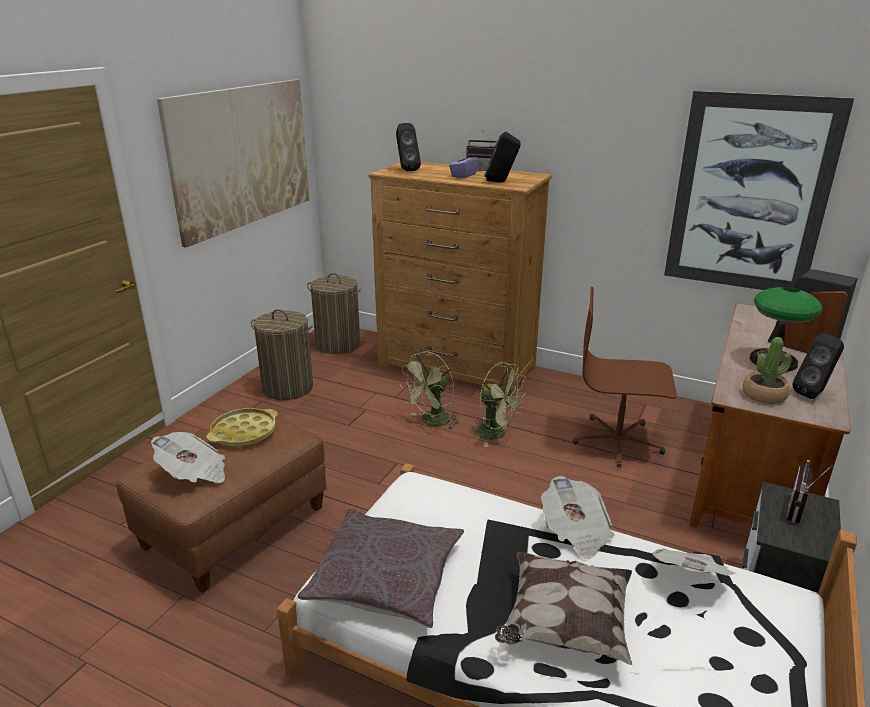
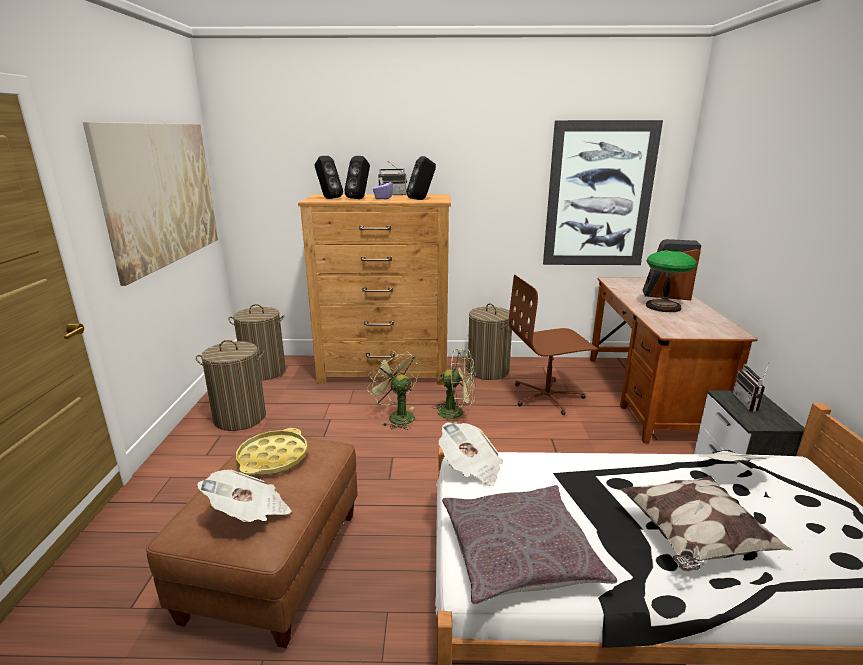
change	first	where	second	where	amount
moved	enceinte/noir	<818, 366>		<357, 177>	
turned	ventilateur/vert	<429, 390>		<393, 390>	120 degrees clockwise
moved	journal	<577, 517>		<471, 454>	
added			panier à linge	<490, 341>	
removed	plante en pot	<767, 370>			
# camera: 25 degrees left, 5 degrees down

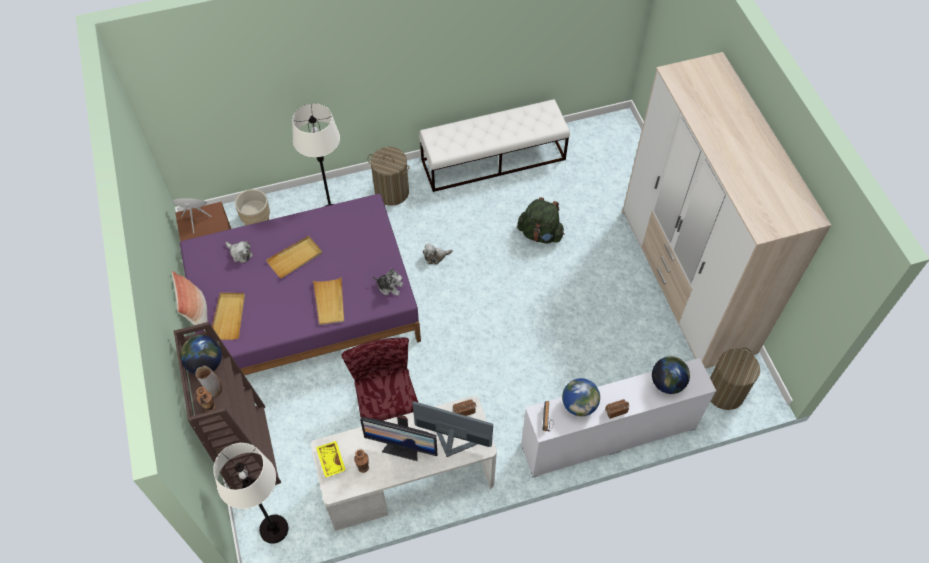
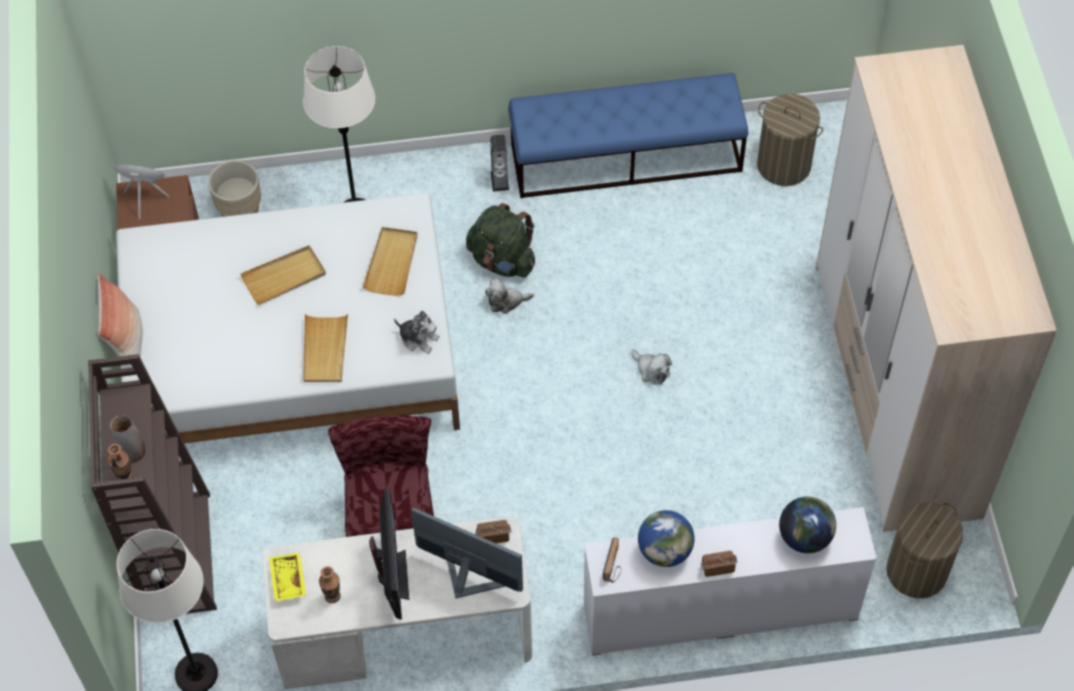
change	first	where	second	where	amount
recoloured	lit/violet	<300, 284>	lit/blanc	<288, 318>	
moved	plateau/beige	<228, 316>		<390, 261>	
turned	écran d'ordinateur	<399, 438>		<389, 553>	120 degrees counterclockwise
moved	sac à dos/vert	<540, 220>		<500, 240>	
added			enceinte	<499, 163>	
recoloured	banc/blanc	<494, 145>	banc/bleu	<628, 135>	
moved	peluche	<239, 252>		<651, 366>	
moved	panier à linge	<388, 176>		<790, 140>	
removed	globe	<201, 354>			
# camera: 10 degrees right, 0 degrees up

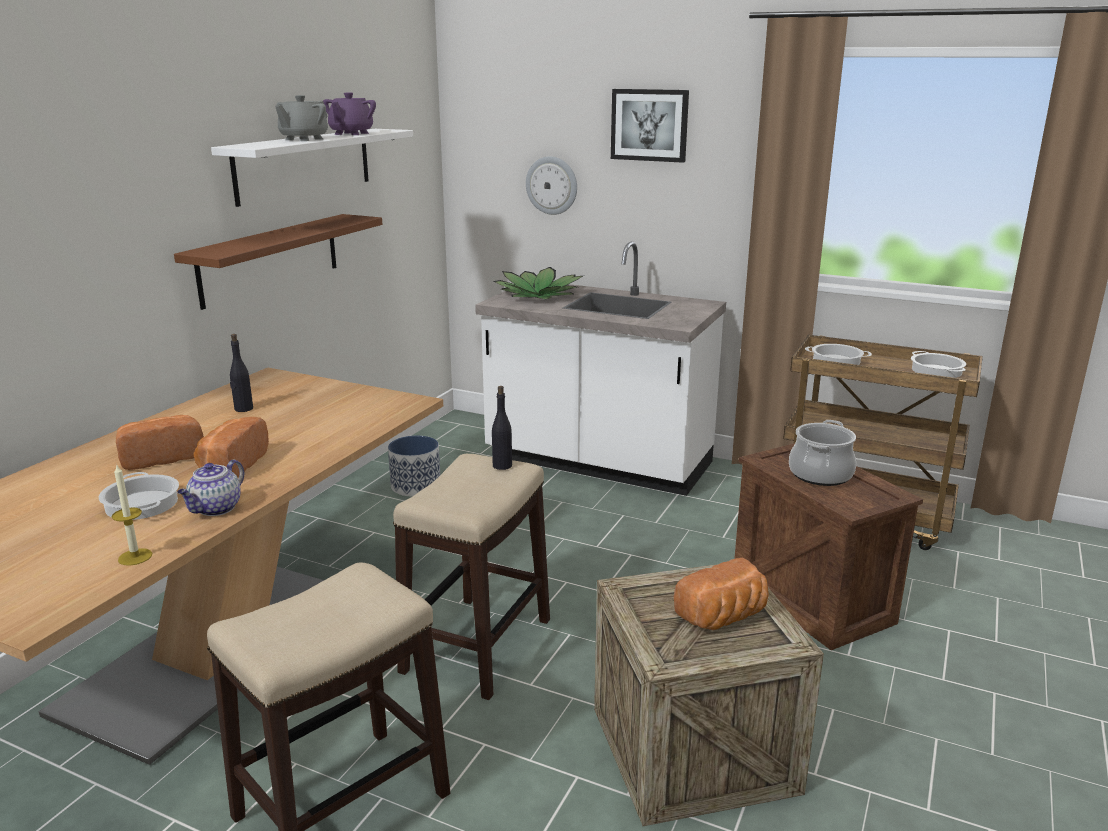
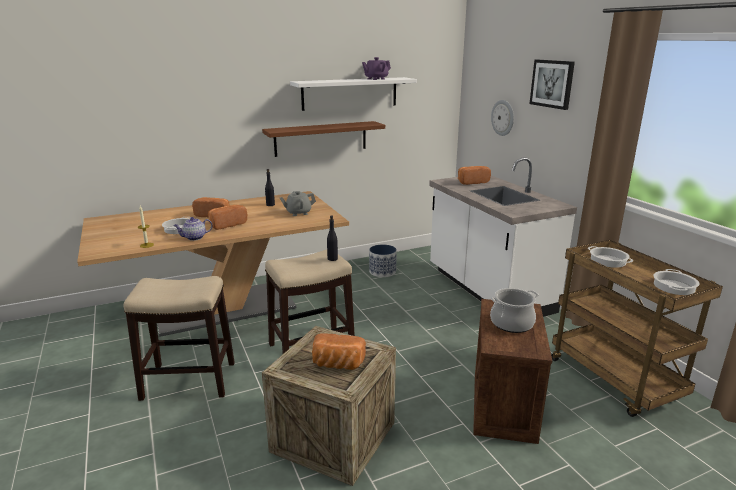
change	first	where	second	where	amount
moved	théière/gris	<301, 118>		<298, 203>	
replaced	plante en pot	<538, 283>	pain	<474, 175>	
# camera: 40 degrees right, 0 degrees up

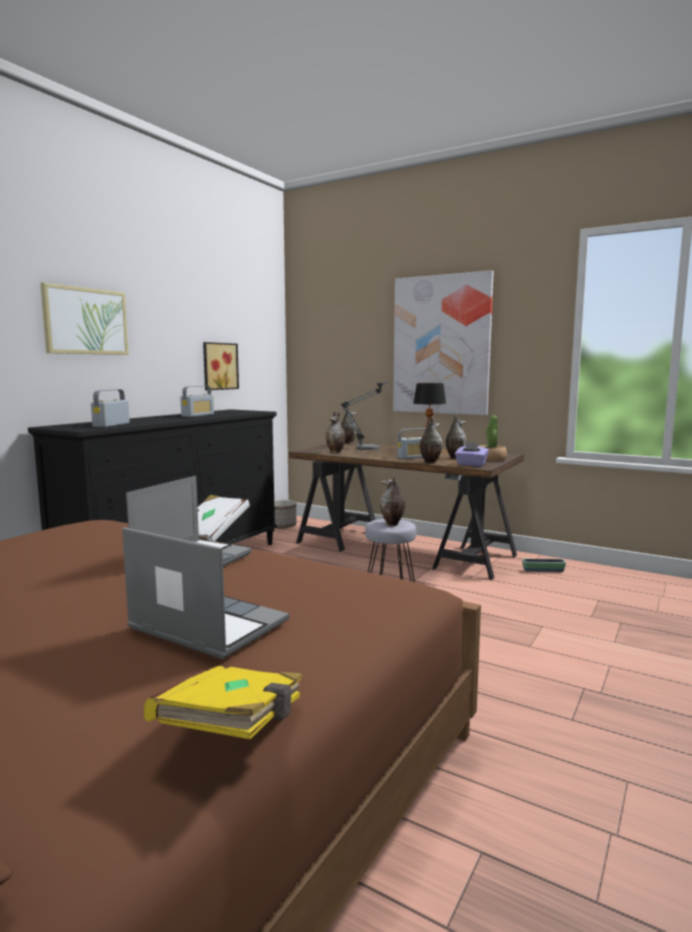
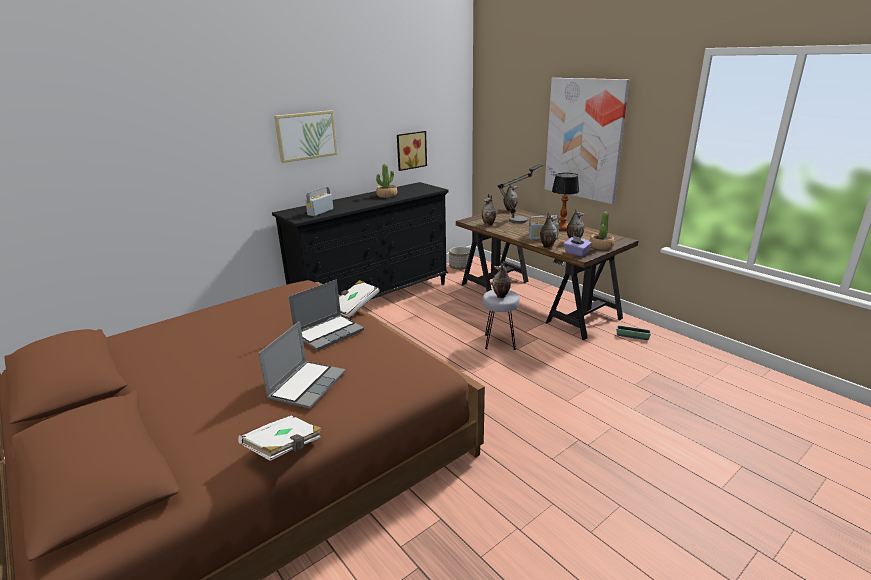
change	first	where	second	where	amount
recoloured	livre/jaune	<223, 702>	livre/blanc	<280, 438>	
turned	ordinateur portable	<205, 593>		<301, 365>	60 degrees clockwise
replaced	radio	<197, 401>	plante en pot	<386, 181>	
# camera: 20 degrees right, 15 degrees up

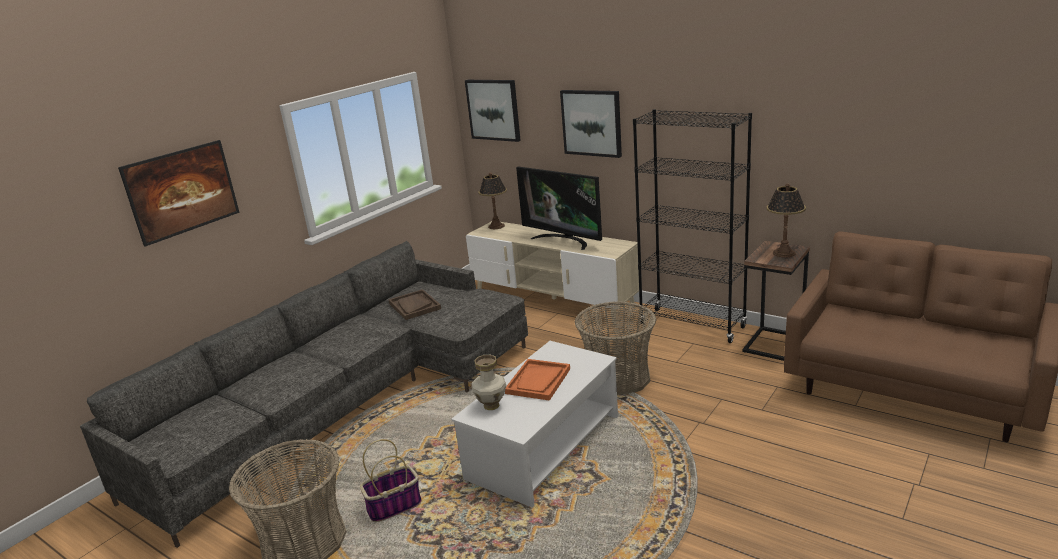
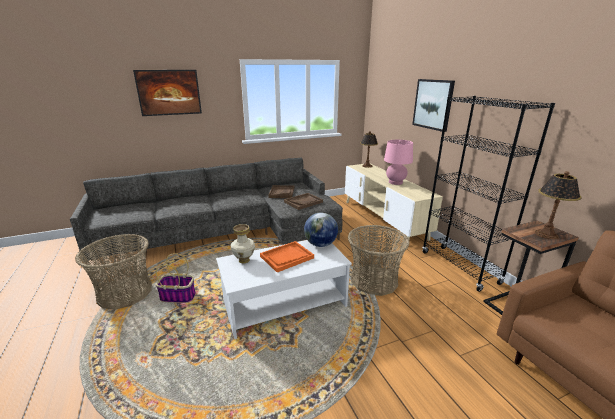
change	first	where	second	where	amount
added			plateau/marron	<303, 201>	
added			globe	<321, 230>	
replaced	téléviseur	<559, 208>	lampe de table/rose	<398, 162>	
removed	tableau	<493, 111>			
# camera: 30 degrees right, 0 degrees up

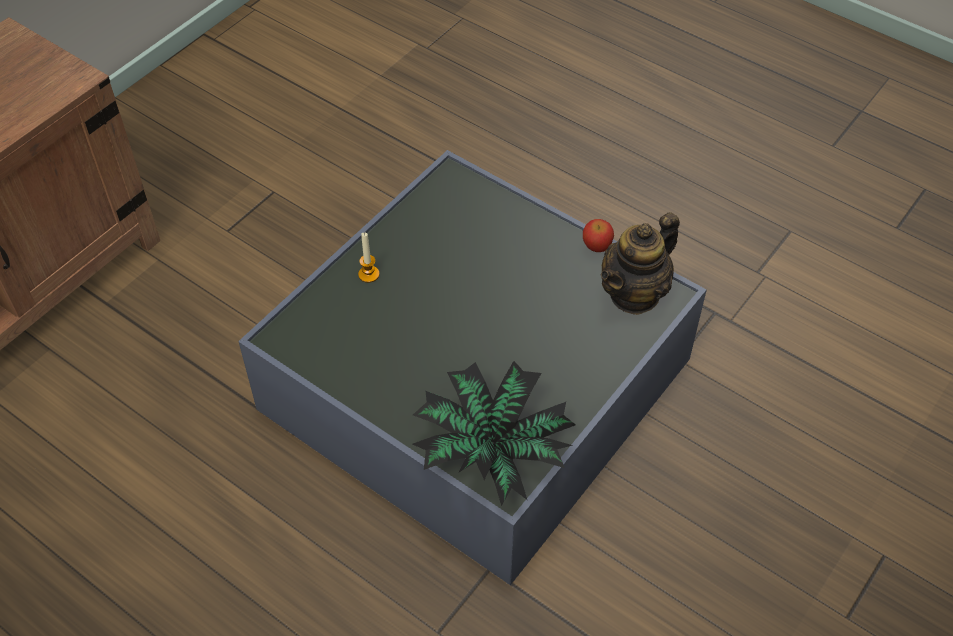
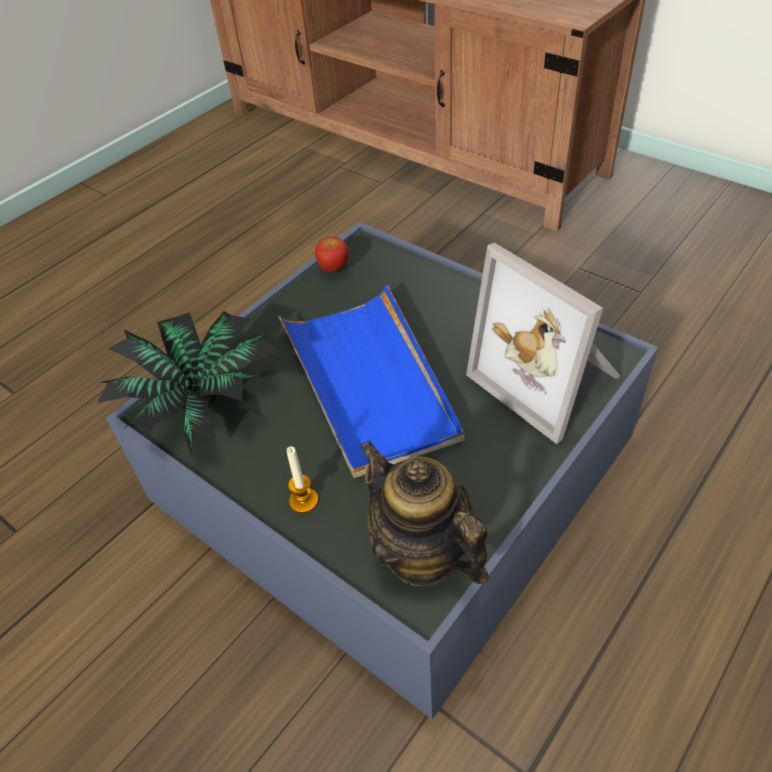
change	first	where	second	where	amount
added			plateau/bleu	<371, 381>	
moved	bougie	<368, 258>		<302, 479>	
moved	pomme	<598, 235>		<332, 254>	
added			cadre photo	<543, 343>	
# camera: 95 degrees right, 5 degrees down

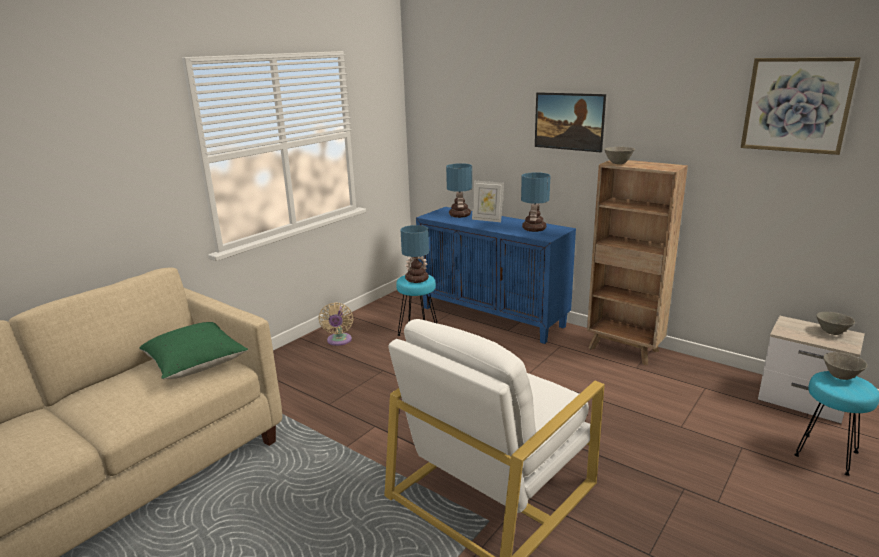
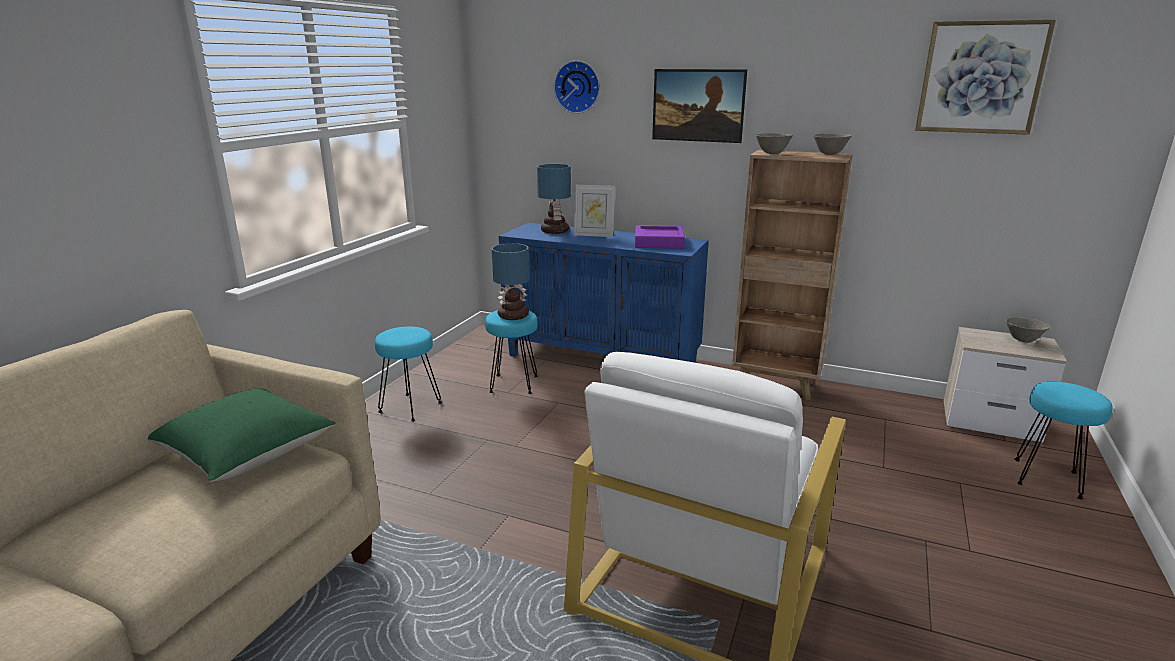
change	first	where	second	where	amount
replaced	ventilateur/beige	<335, 324>	tabouret/turquoise	<408, 374>	
added			horloge murale	<577, 87>	
replaced	lampe de table	<535, 202>	plateau/violet	<660, 237>	
moved	bol/gris	<845, 366>		<832, 144>	
# camera: 15 degrees left, 0 degrees up

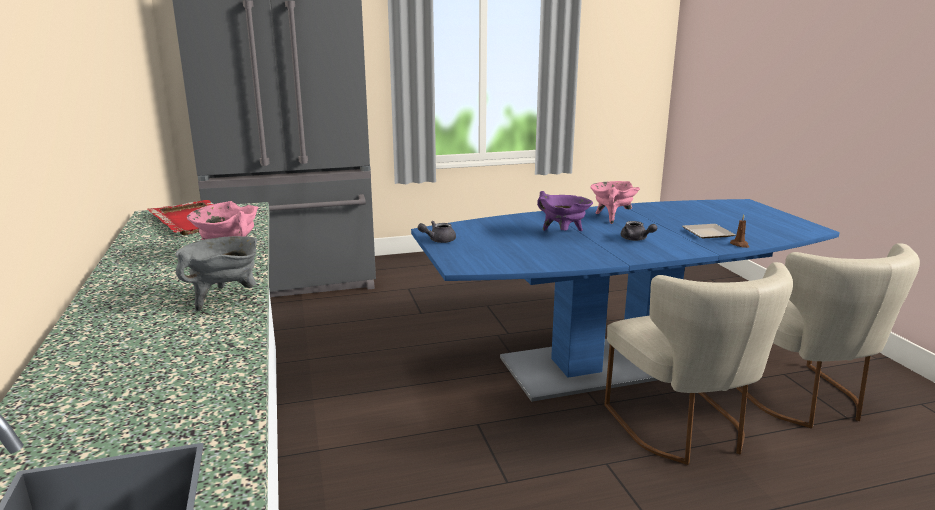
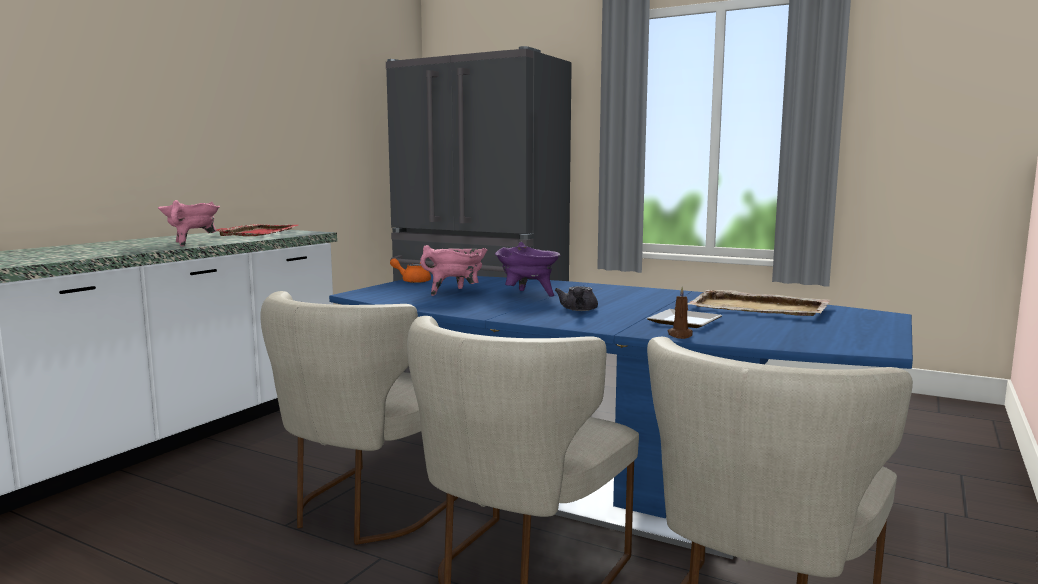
change	first	where	second	where	amount
added			chaise/beige	<359, 418>	
recoloured	théière/gris	<437, 232>	théière/orange	<410, 270>	
moved	marmite/rose	<615, 202>		<454, 270>	
added			plateau/beige	<759, 303>	
removed	marmite/gris	<217, 274>			
# camera: 45 degrees right, 10 degrees down

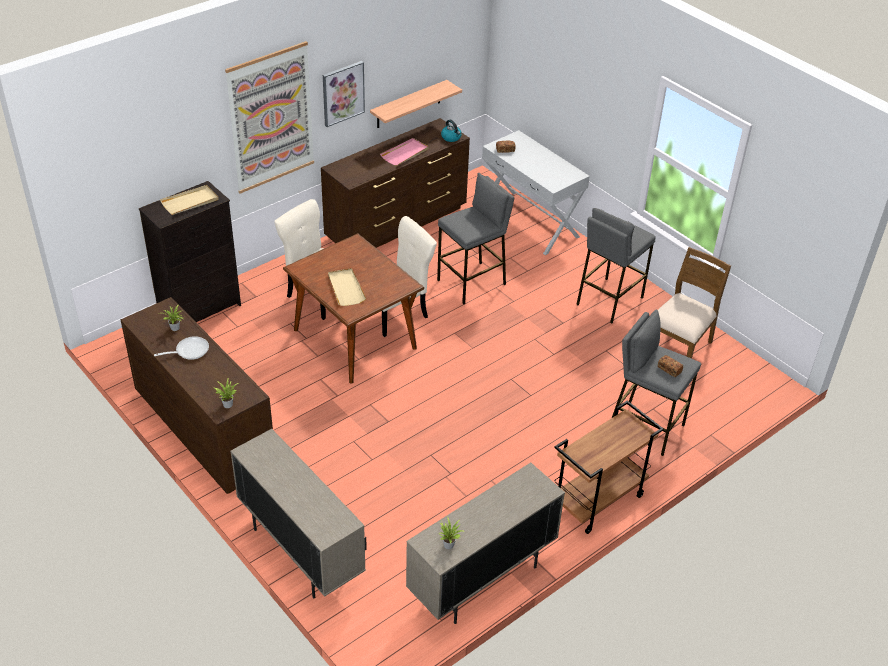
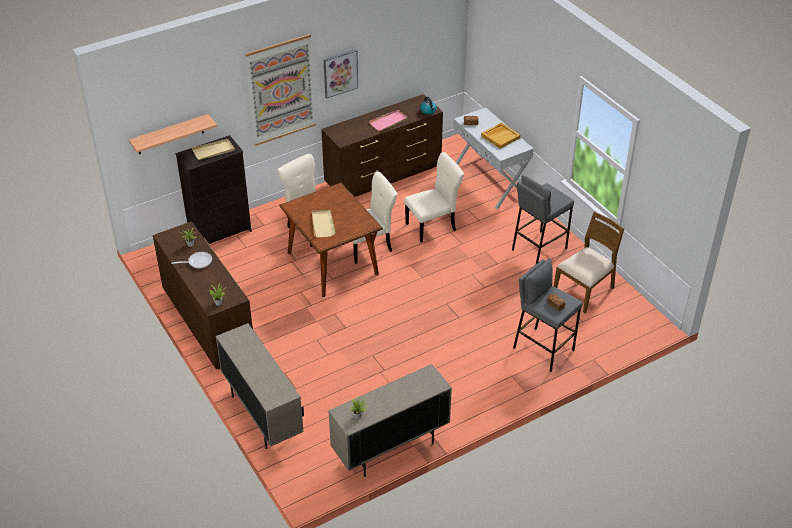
change	first	where	second	where	amount
moved	étagère	<416, 104>		<173, 134>	
replaced	tabouret/gris	<475, 239>	chaise/beige	<434, 197>	
added			plateau/beige	<501, 136>	
removed	chariot/marron	<609, 467>			
# camera: 10 degrees right, 0 degrees up

